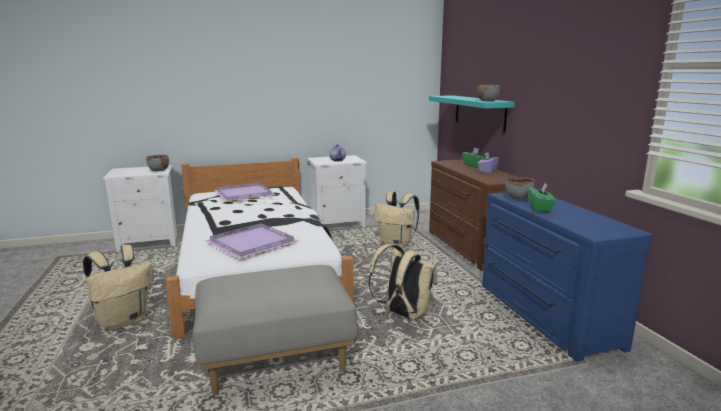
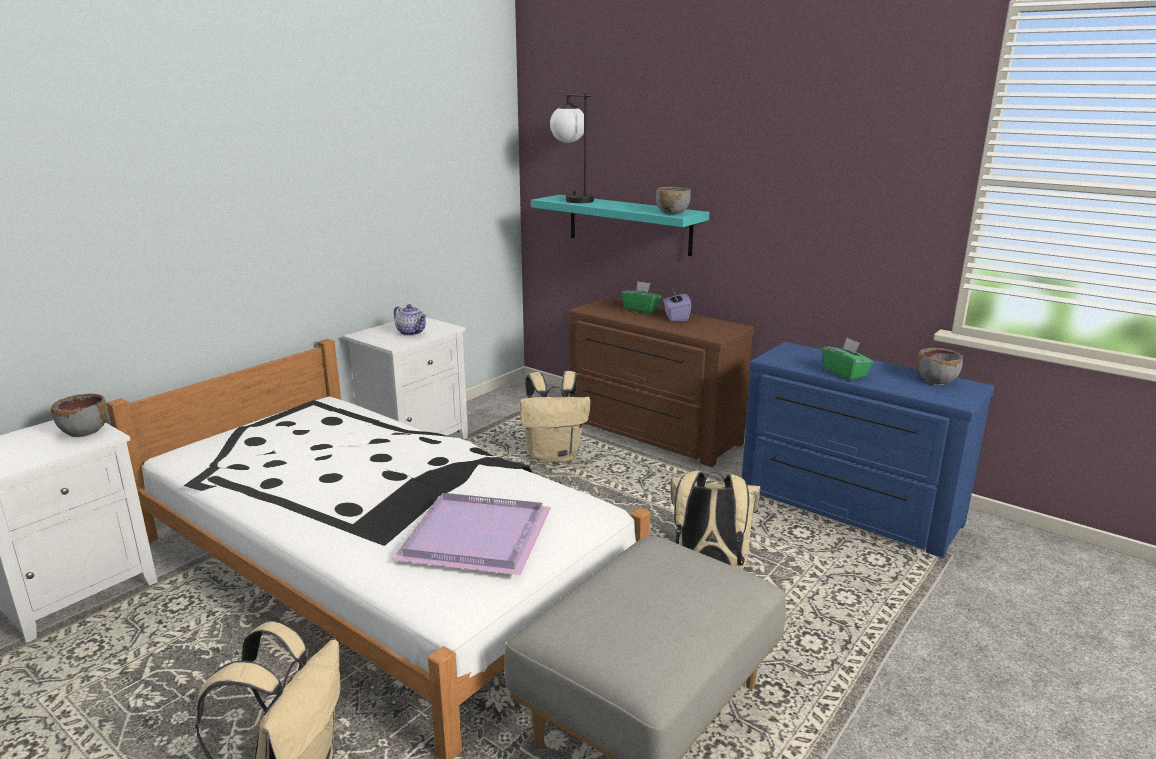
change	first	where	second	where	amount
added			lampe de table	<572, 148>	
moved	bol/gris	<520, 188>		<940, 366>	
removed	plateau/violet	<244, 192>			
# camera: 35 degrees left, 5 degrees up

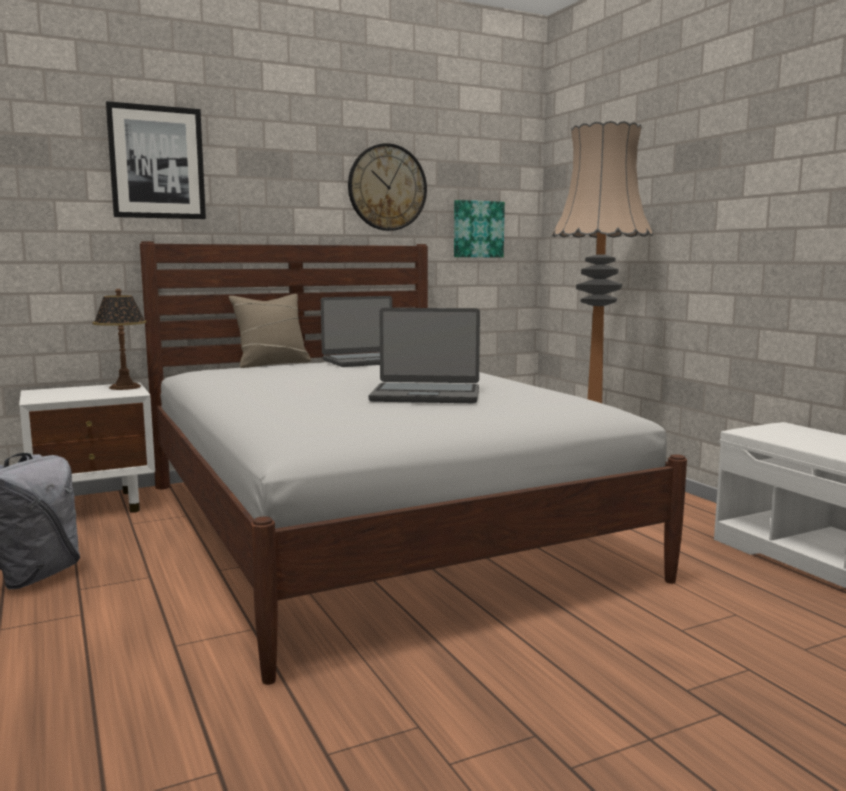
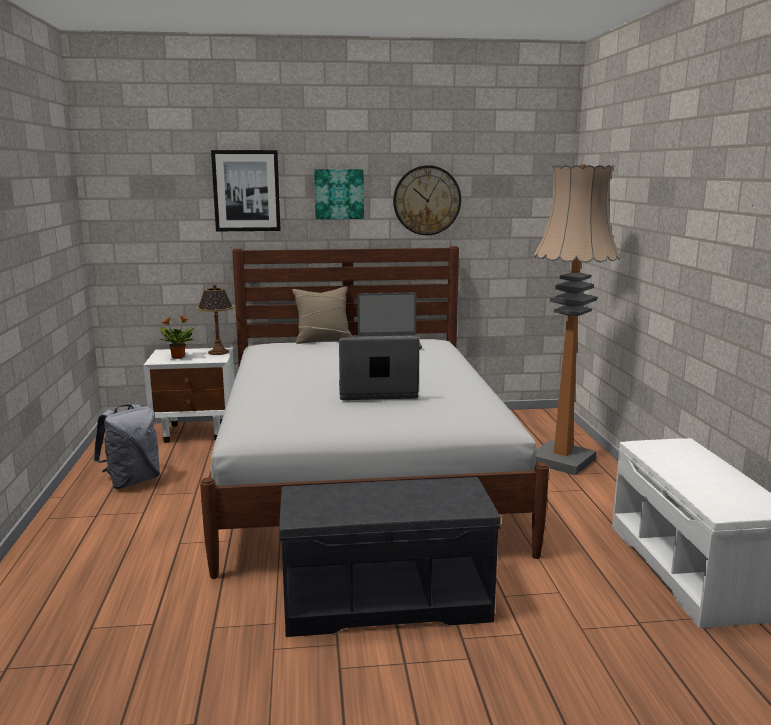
change	first	where	second	where	amount
added			plante en pot	<176, 337>	
added			banc/gris	<389, 557>	
moved	tableau	<479, 228>		<339, 194>	
turned	ordinateur portable	<424, 355>		<379, 368>	150 degrees clockwise
# camera: 20 degrees right, 5 degrees up

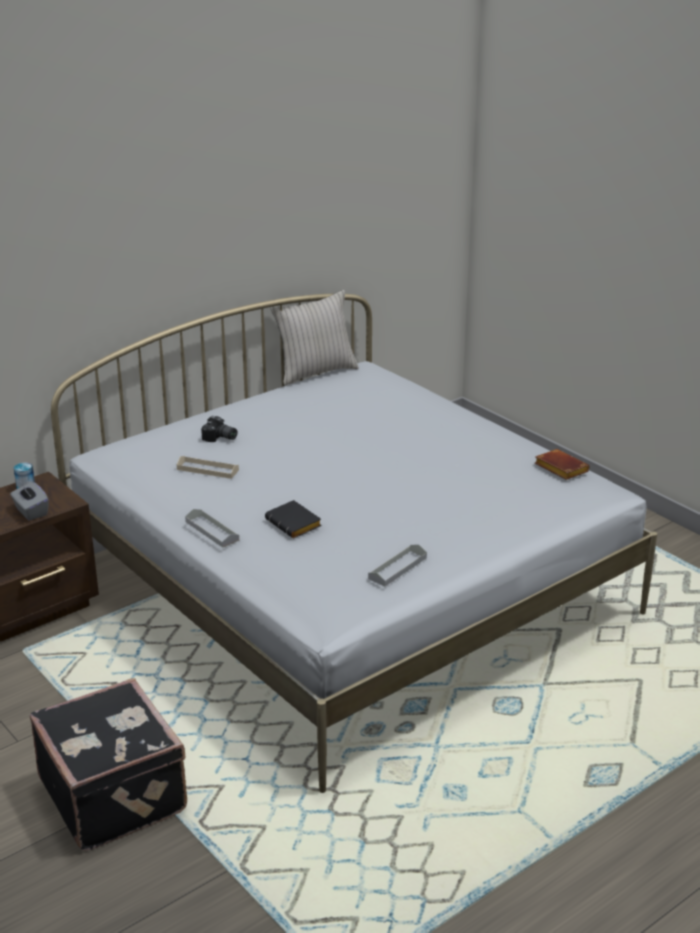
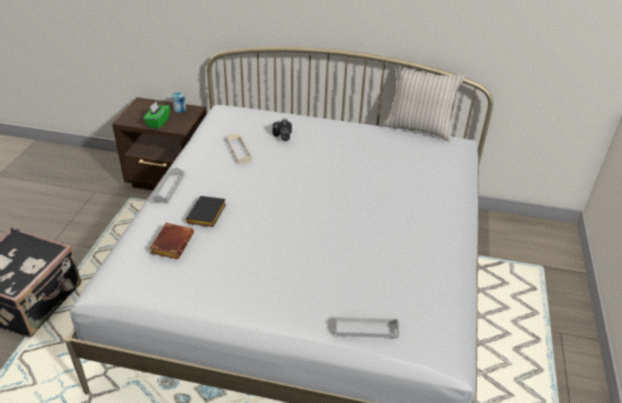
change	first	where	second	where	amount
recoloured	boîte à mouchoirs/gris	<29, 501>	boîte à mouchoirs/vert	<156, 115>	
moved	livre/marron	<562, 464>		<171, 241>	
moved	plateau/gris	<397, 565>		<367, 327>	
# camera: 50 degrees right, 10 degrees up

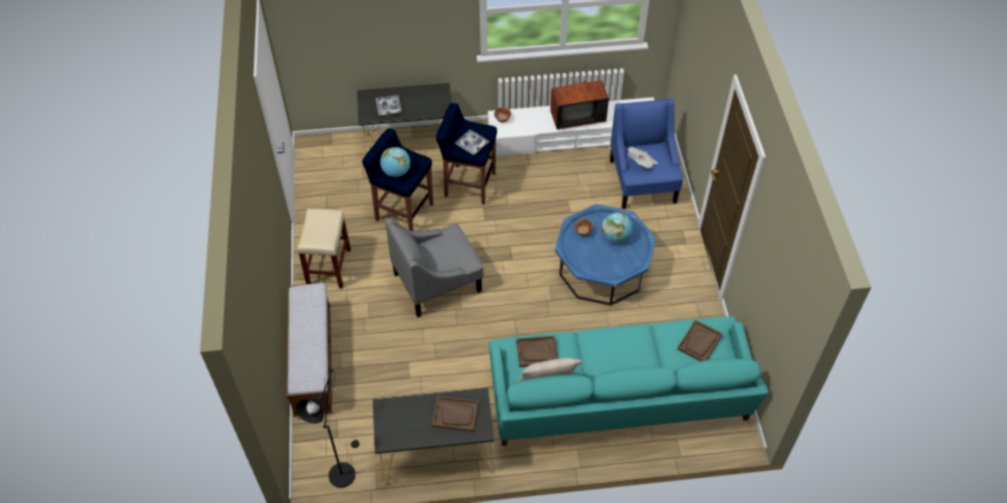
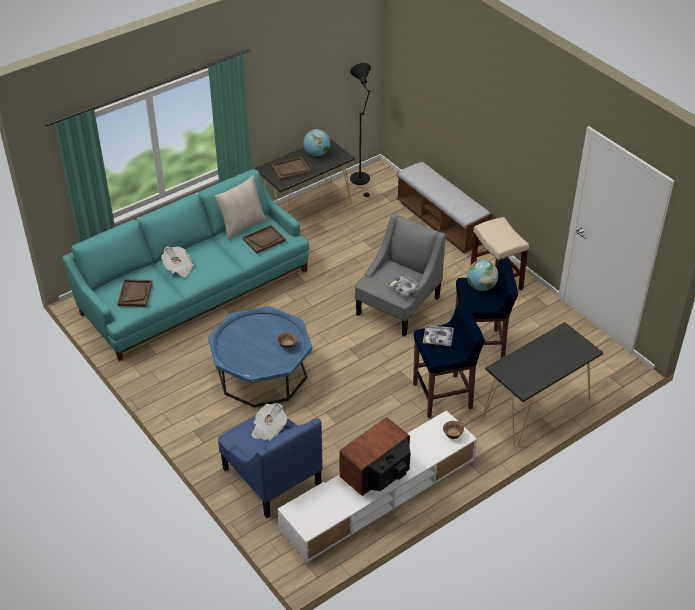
change	first	where	second	where	amount
added			journal	<177, 261>	
moved	globe	<617, 227>		<316, 142>	
moved	plateau	<389, 105>		<403, 285>	
# camera: 150 degrees right, 10 degrees down

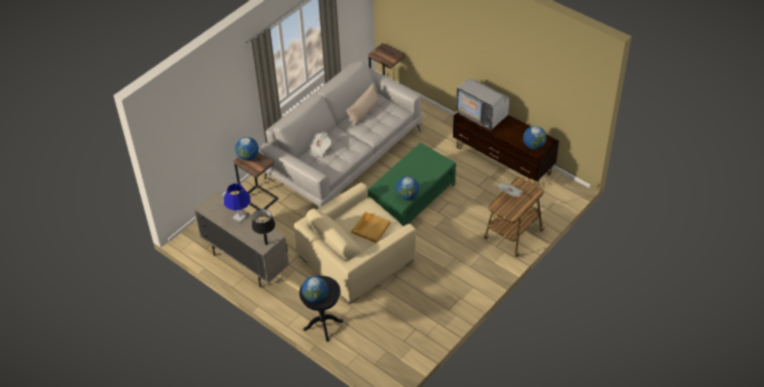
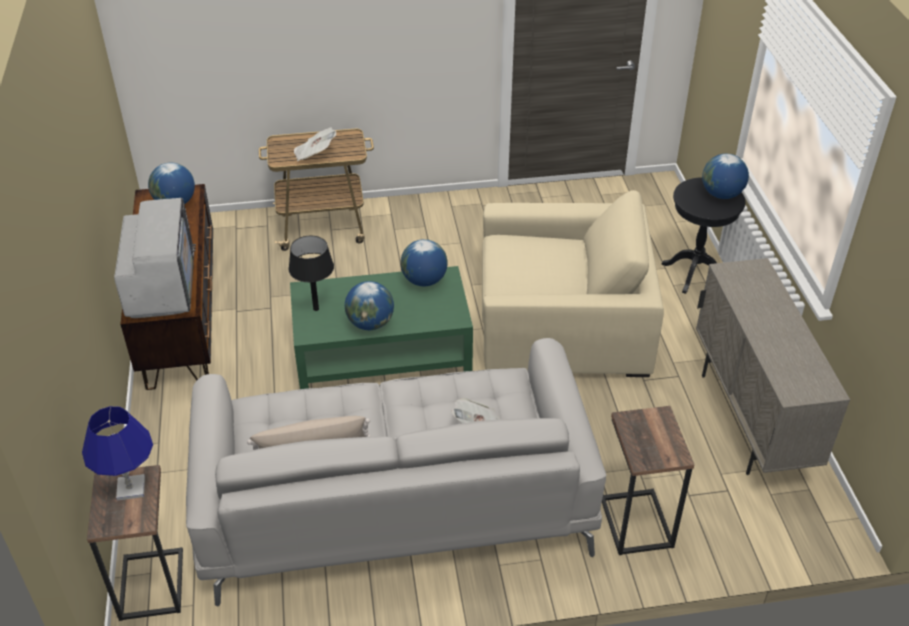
change	first	where	second	where	amount
moved	lampe de table/bleu	<237, 203>		<117, 453>	
moved	lampe de table/noir	<263, 227>		<311, 273>	
moved	globe	<247, 148>		<369, 305>	
removed	plateau/beige	<370, 227>			
# camera: 140 degrees left, 5 degrees down

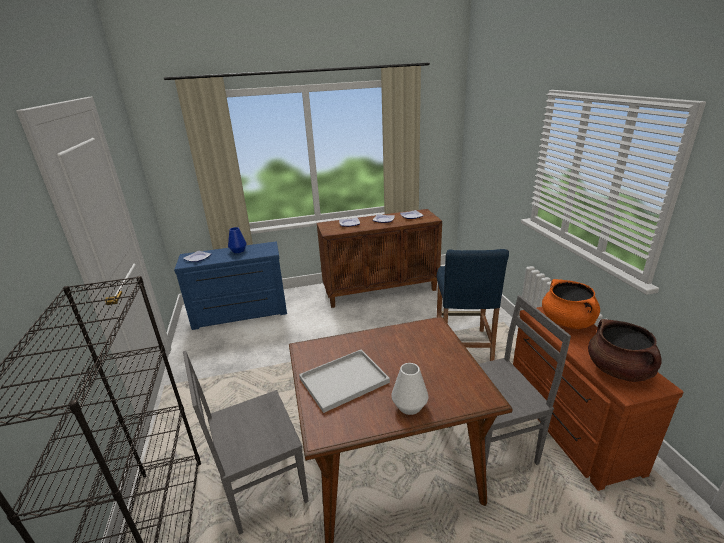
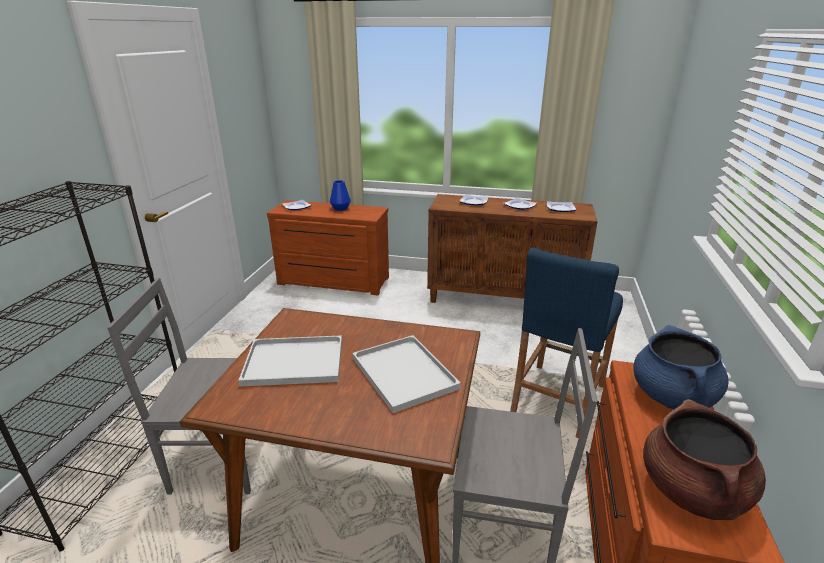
change	first	where	second	where	amount
recoloured	commode/bleu	<230, 285>	commode/marron	<328, 247>	
added			plateau/blanc	<406, 374>	
recoloured	marmite/orange	<571, 304>	marmite/bleu	<680, 367>	
removed	vase/blanc	<409, 389>			
# camera: 25 degrees right, 0 degrees up

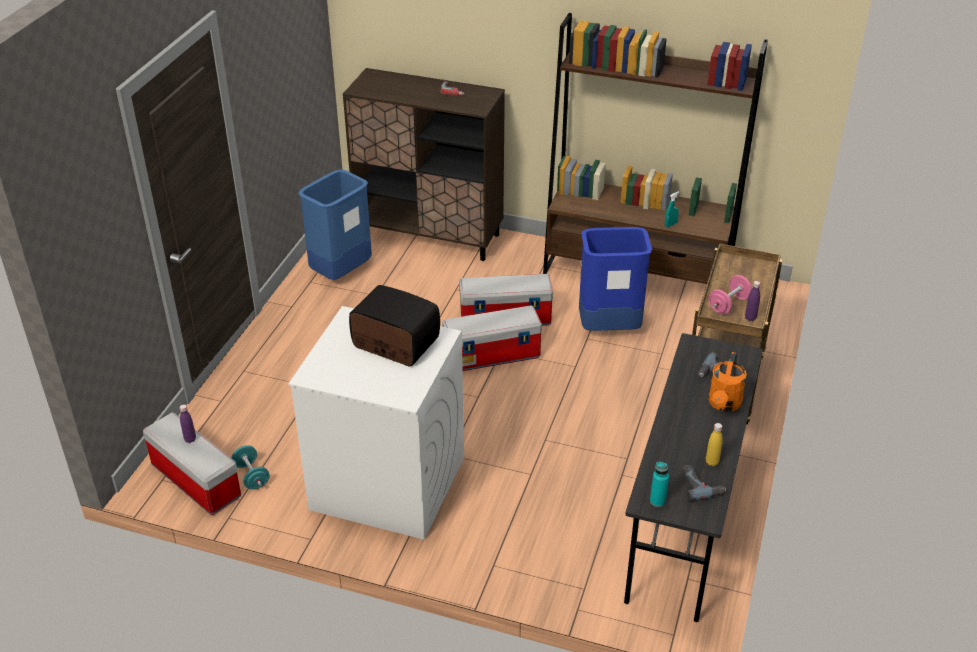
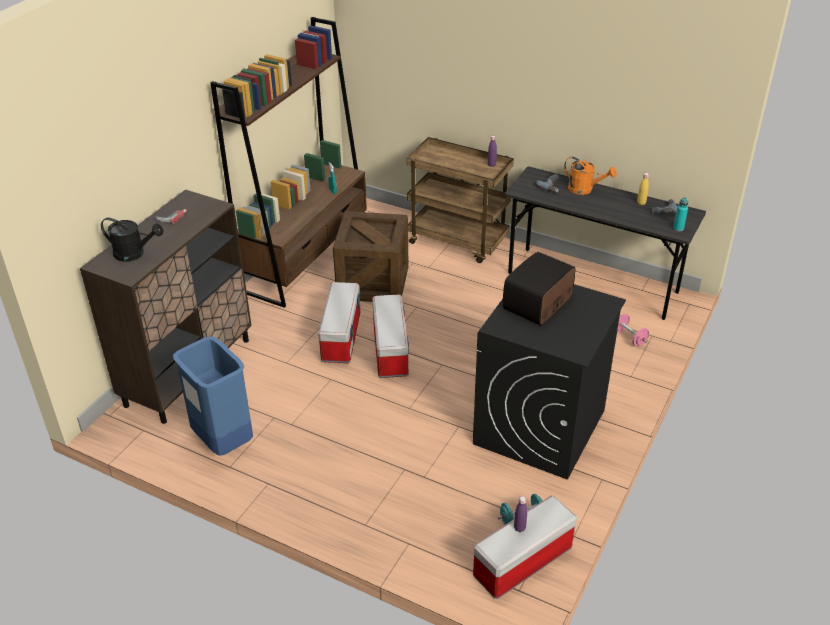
change	first	where	second	where	amount
added			arrosoir/noir	<132, 240>	
replaced	poubelle/bleu	<615, 279>	caisse	<371, 256>	
recoloured	lave-linge/blanc	<376, 423>	lave-linge/noir	<549, 382>	
moved	haltère/rose	<730, 295>		<633, 330>	
# camera: 80 degrees left, 0 degrees up

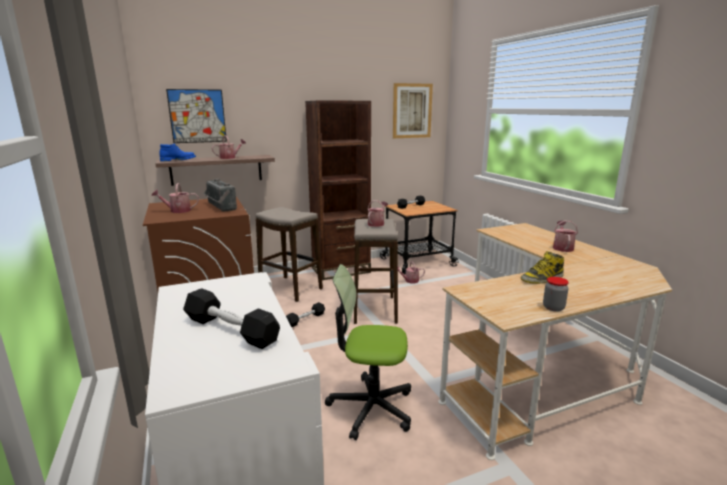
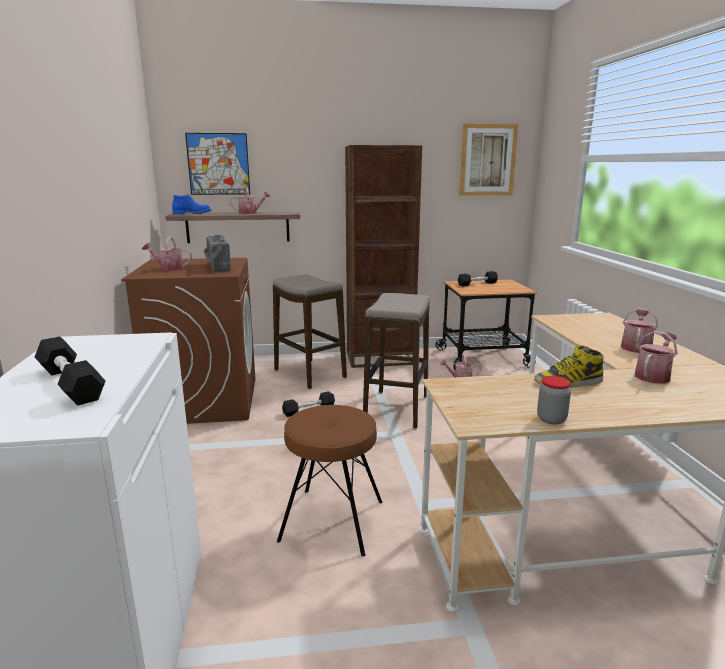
change	first	where	second	where	amount
replaced	chaise de bureau	<368, 352>	tabouret/marron	<329, 481>	
moved	arrosoir	<378, 213>		<656, 357>	
# camera: 15 degrees right, 0 degrees up

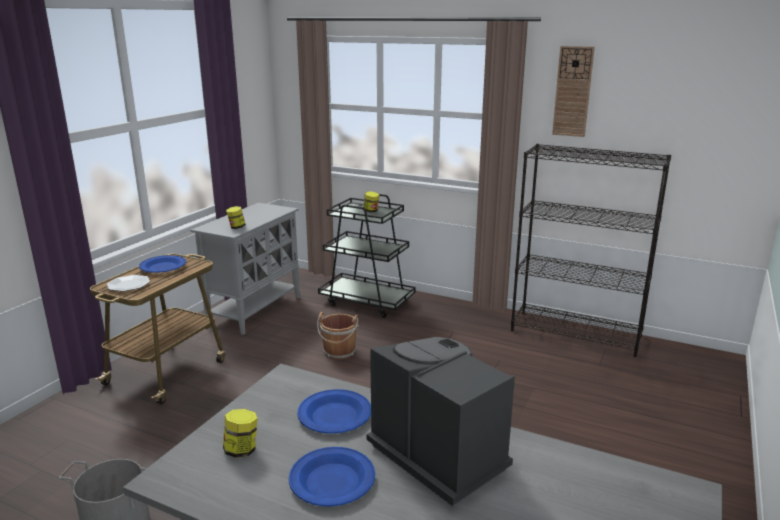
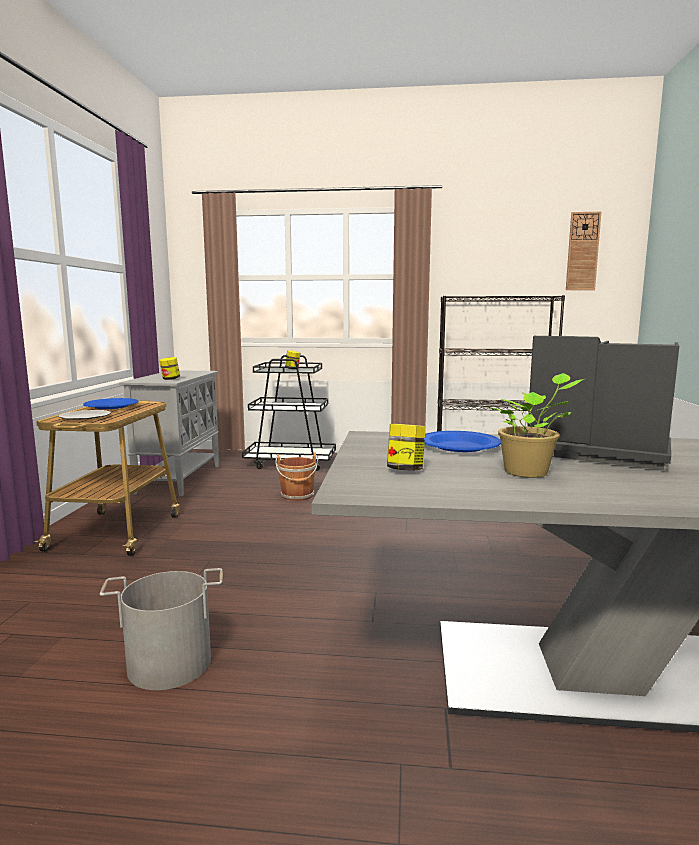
change	first	where	second	where	amount
replaced	assiette/bleu	<332, 477>	plante en pot	<535, 425>	
moved	horloge murale	<573, 91>		<583, 251>	
# camera: 20 degrees left, 10 degrees down

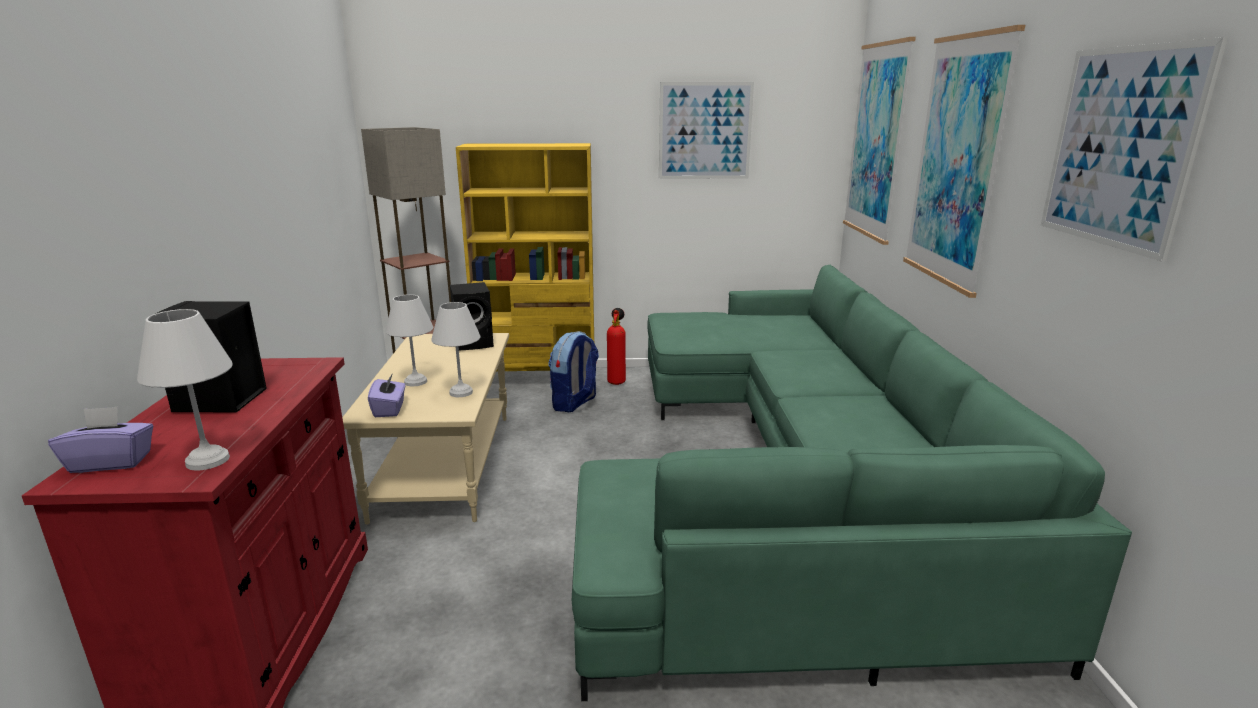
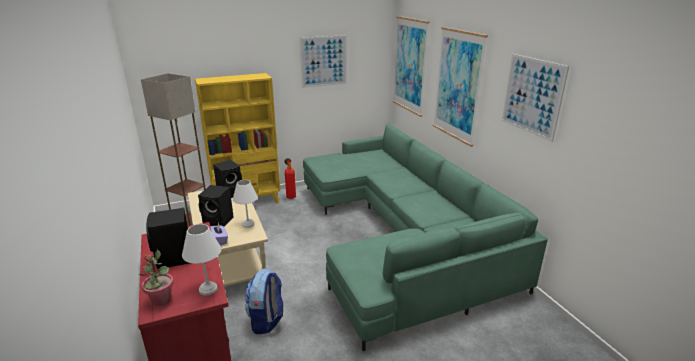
change	first	where	second	where	amount
replaced	boîte à mouchoirs/violet	<100, 439>	plante en pot	<156, 278>	
replaced	lampe de table/blanc	<409, 340>	enceinte/noir	<216, 206>	
moved	sac à dos	<573, 371>		<264, 301>	
# camera: 20 degrees left, 5 degrees up

